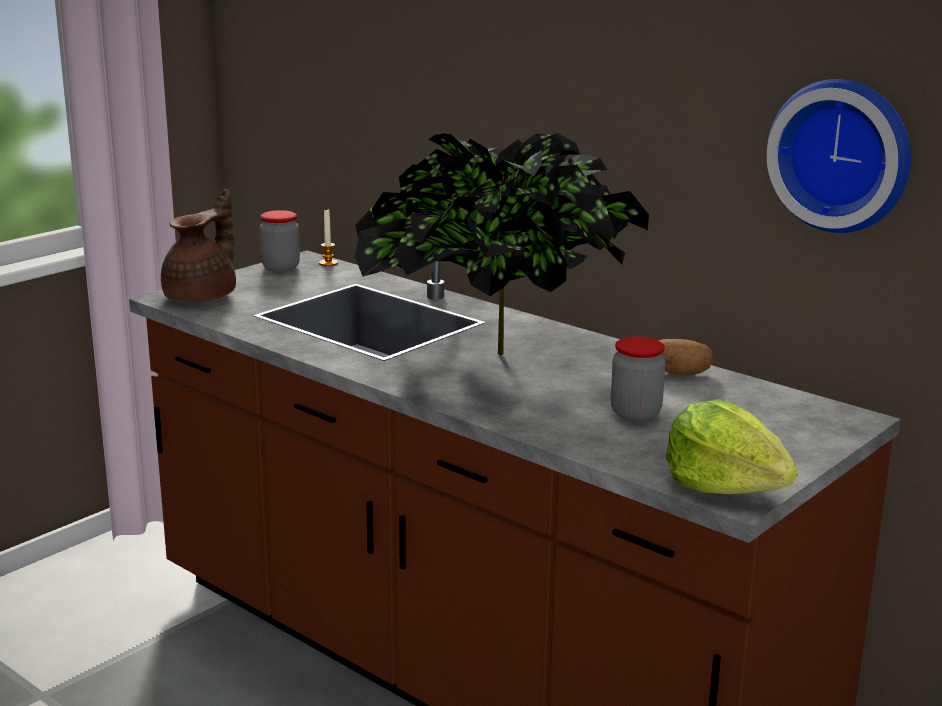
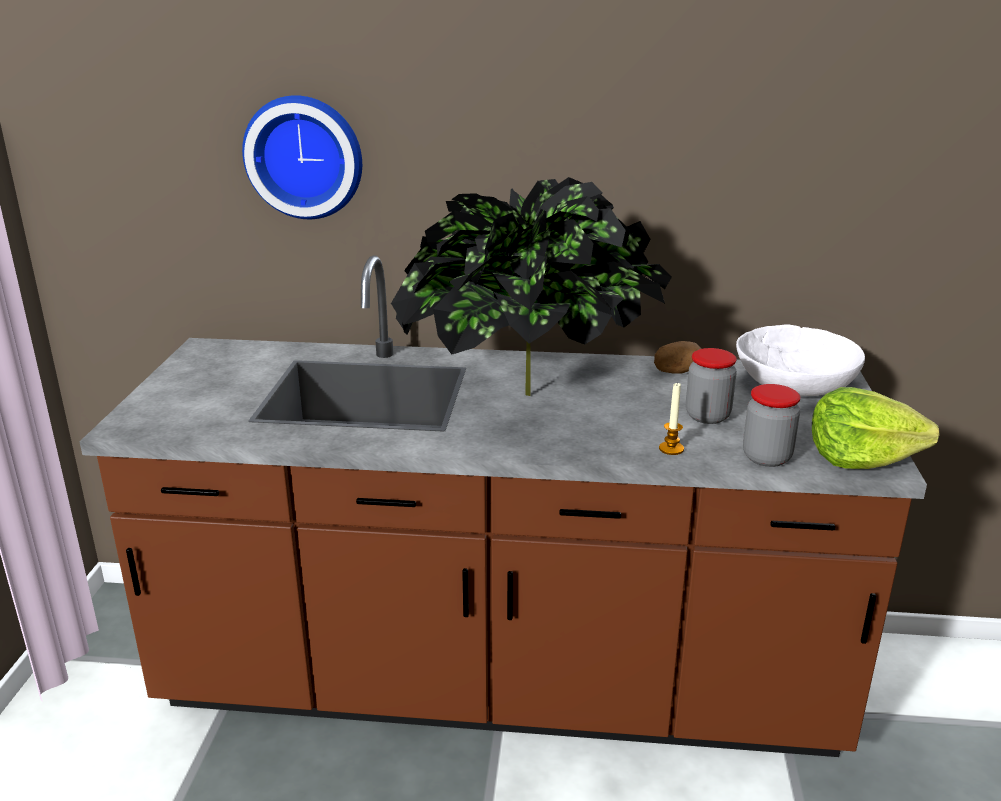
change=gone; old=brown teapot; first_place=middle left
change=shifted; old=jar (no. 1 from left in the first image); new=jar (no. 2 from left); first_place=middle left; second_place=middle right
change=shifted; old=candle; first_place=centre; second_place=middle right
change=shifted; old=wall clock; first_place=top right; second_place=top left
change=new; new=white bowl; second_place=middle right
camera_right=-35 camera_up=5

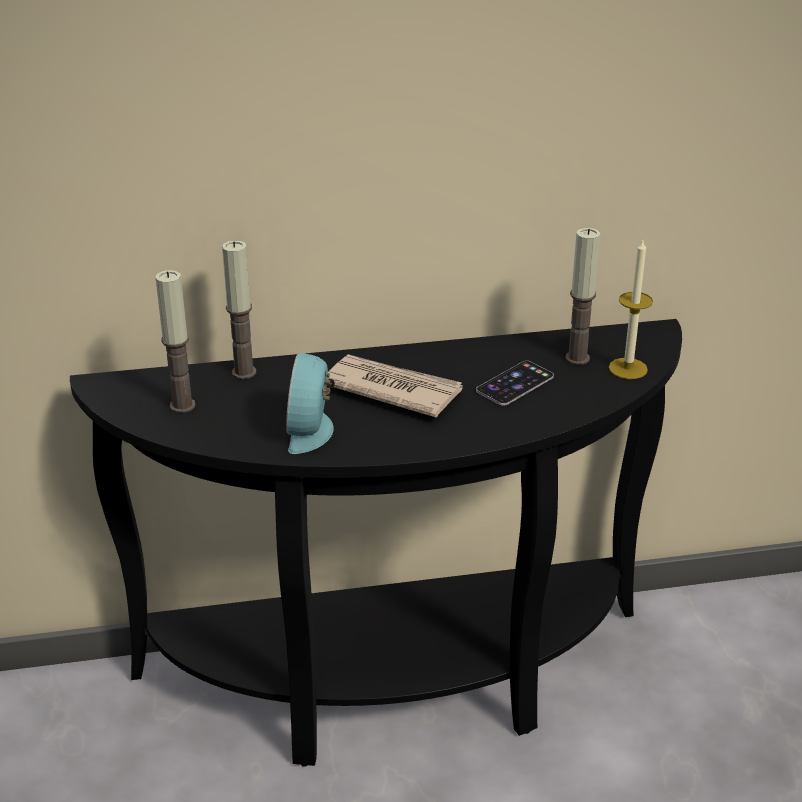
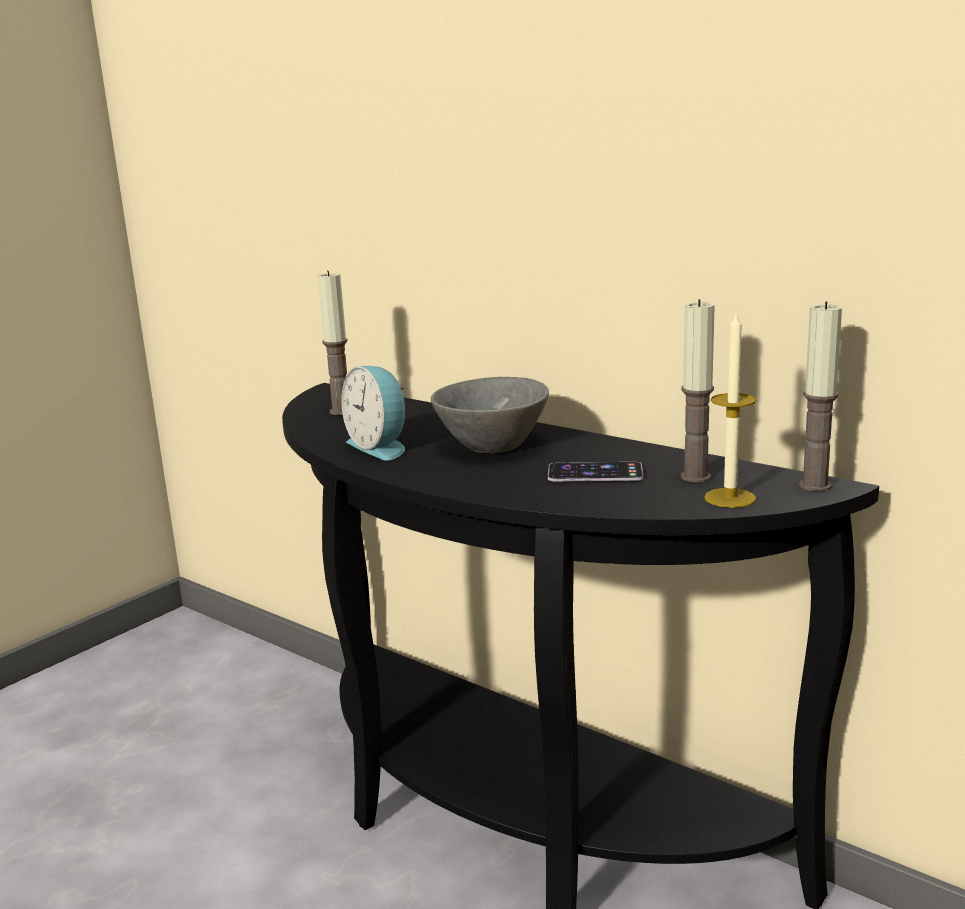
change=shifted; old=candle (no. 2 from left in the first image); new=candle (no. 4 from left); first_place=middle left; second_place=middle right
change=rotated; old=alarm clock; first_place=centre; second_place=centre; degrees=-90
change=swapped; old=newspaper; new=grey bowl; first_place=centre; second_place=centre
camera_right=50 camera_up=-15

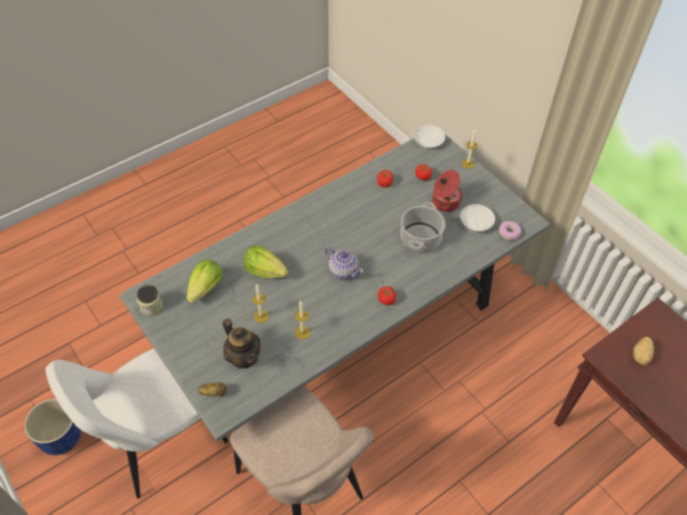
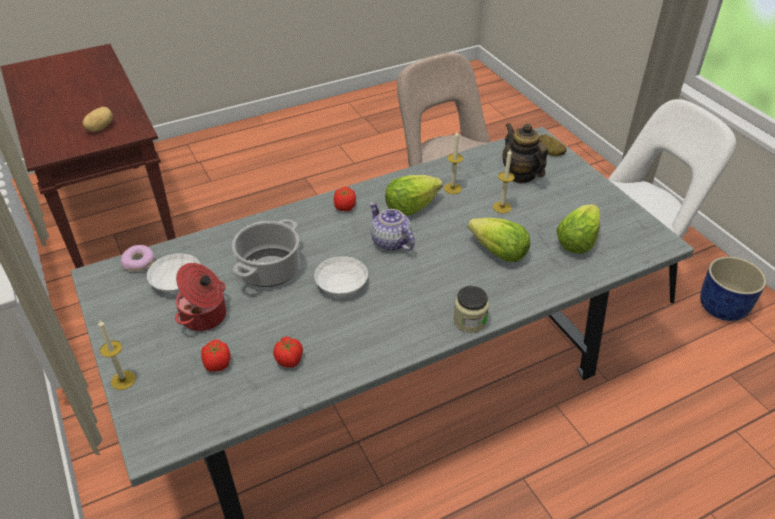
change=shifted; old=jar; first_place=middle left; second_place=centre
change=shifted; old=white bowl (no. 1 from left in the first image); new=white bowl (no. 2 from left); first_place=top centre; second_place=centre
change=new; new=lettuce (no. 1 from left); second_place=centre
camera_right=-170 camera_up=-10

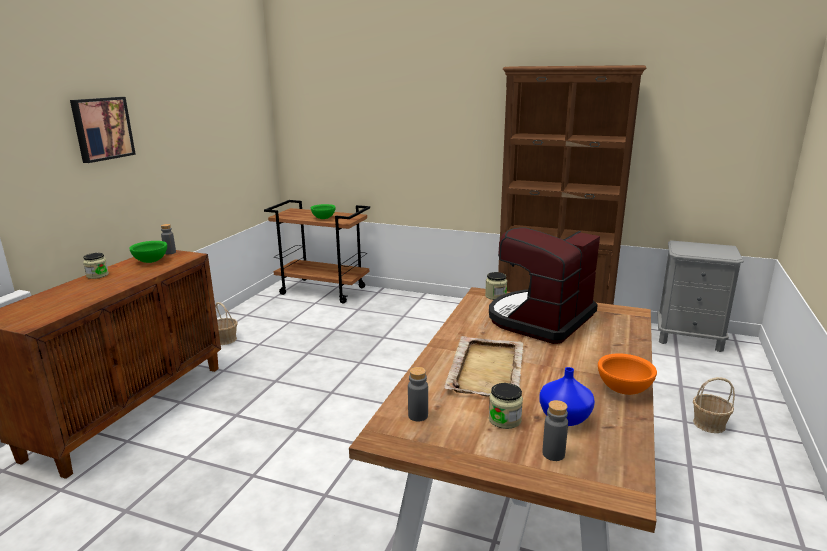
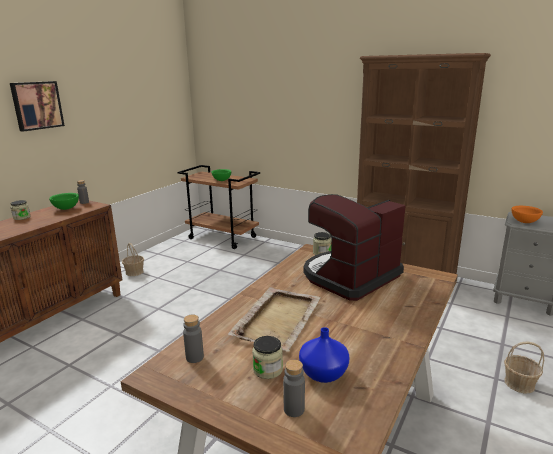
change=shifted; old=orange bowl; first_place=bottom right; second_place=middle right
camera_right=10 camera_up=0

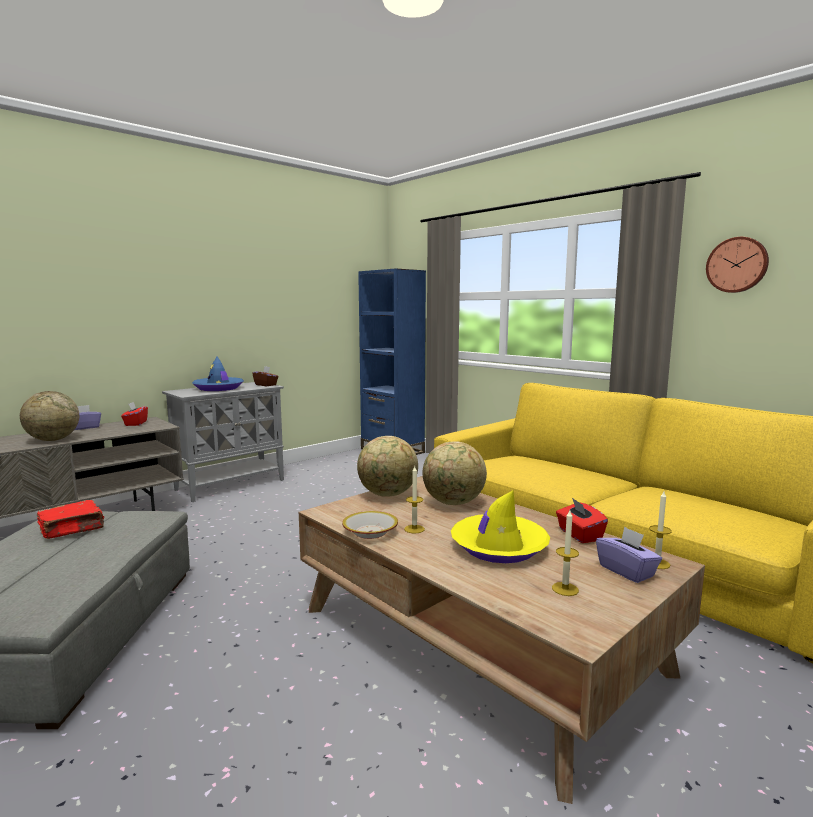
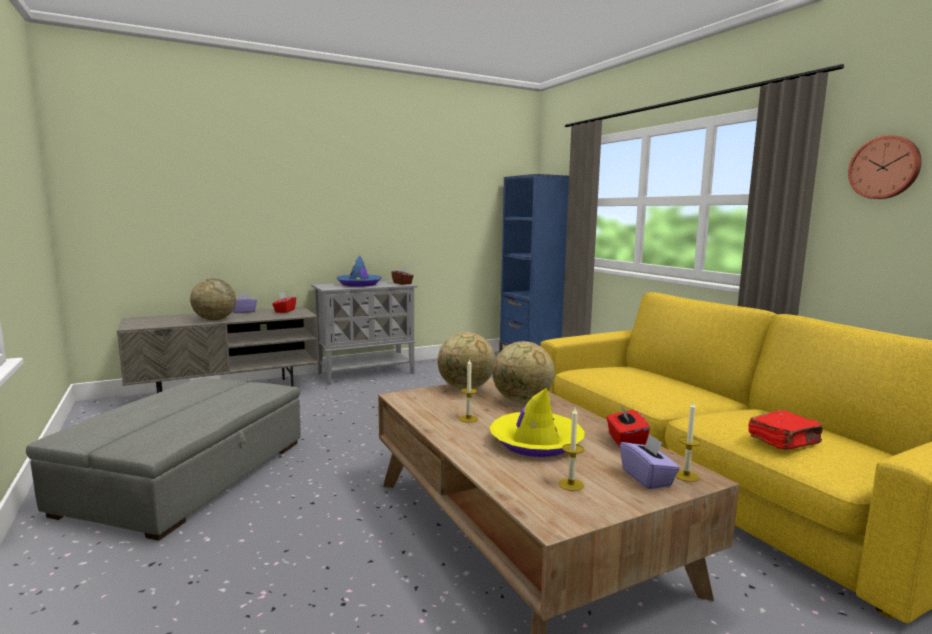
change=shifted; old=red book; first_place=middle left; second_place=bottom right
change=gone; old=bowl; first_place=centre
camera_right=15 camera_up=0

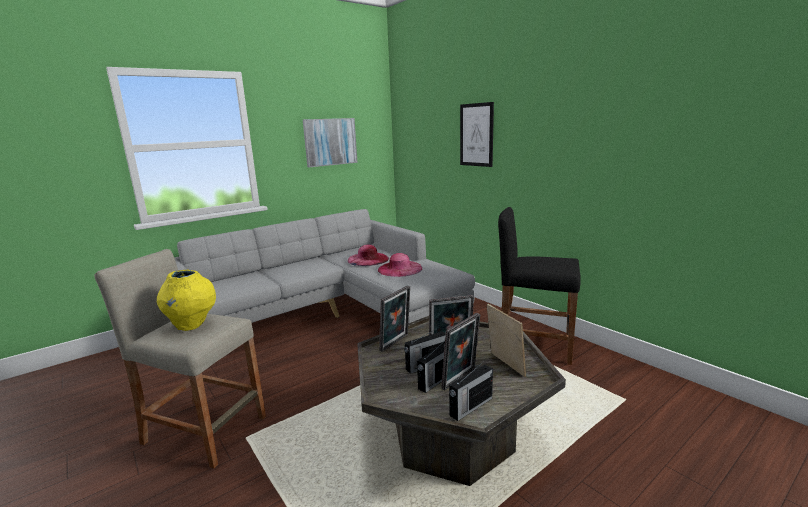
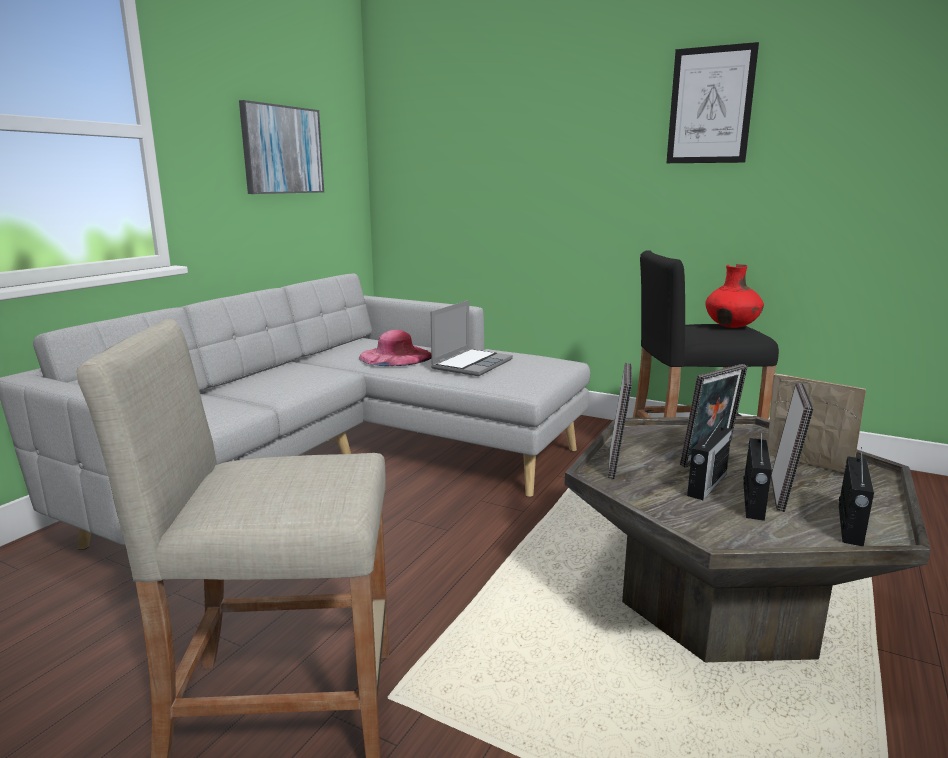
change=gone; old=yellow vase; first_place=middle left
change=swapped; old=pink hat (no. 2 from left); new=laptop; first_place=centre; second_place=centre
change=shifted; old=picture (no. 2 from left); first_place=top centre; second_place=top right
change=new; new=red vase; second_place=middle right
camera_right=-25 camera_up=0

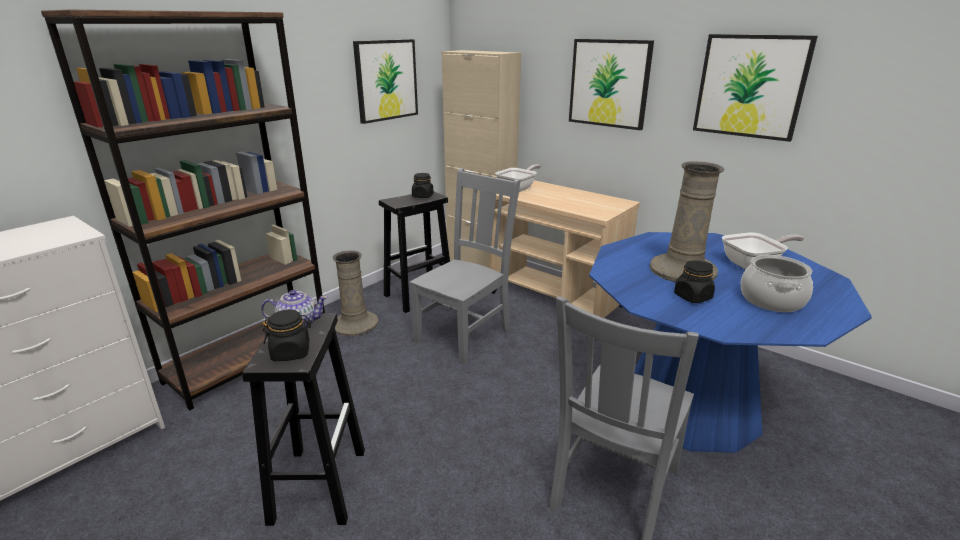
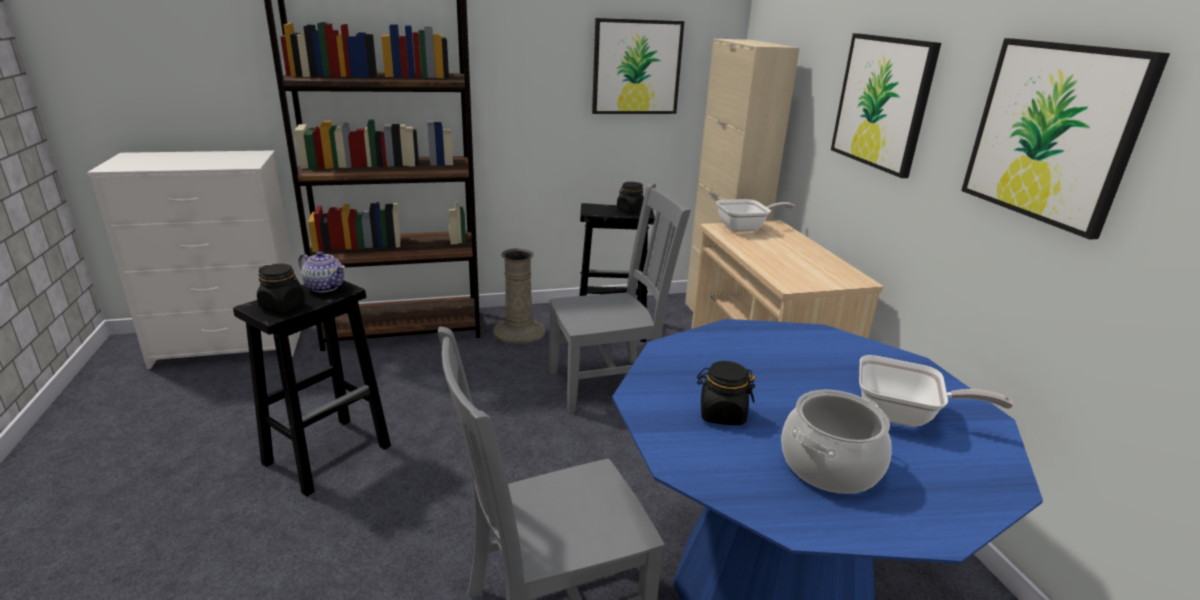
change=gone; old=beige vase (no. 2 from left); first_place=middle right
camera_right=35 camera_up=0

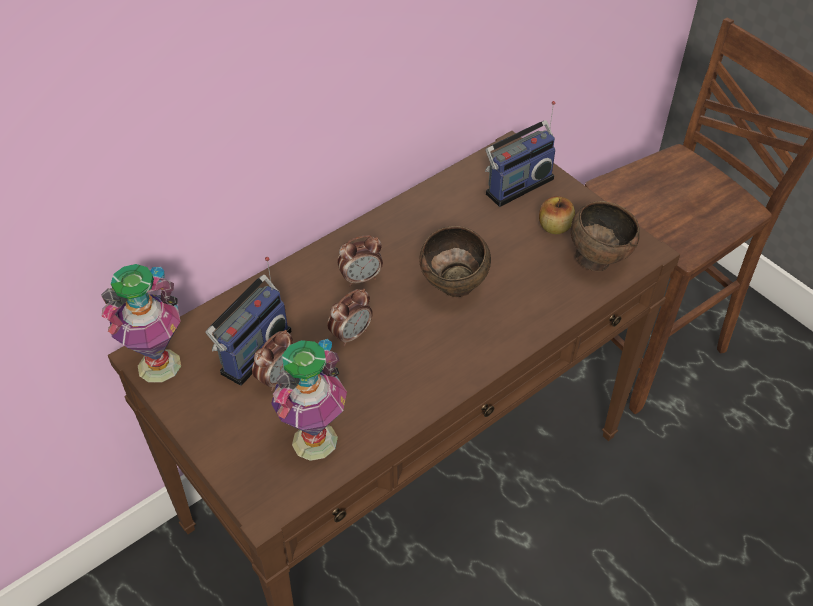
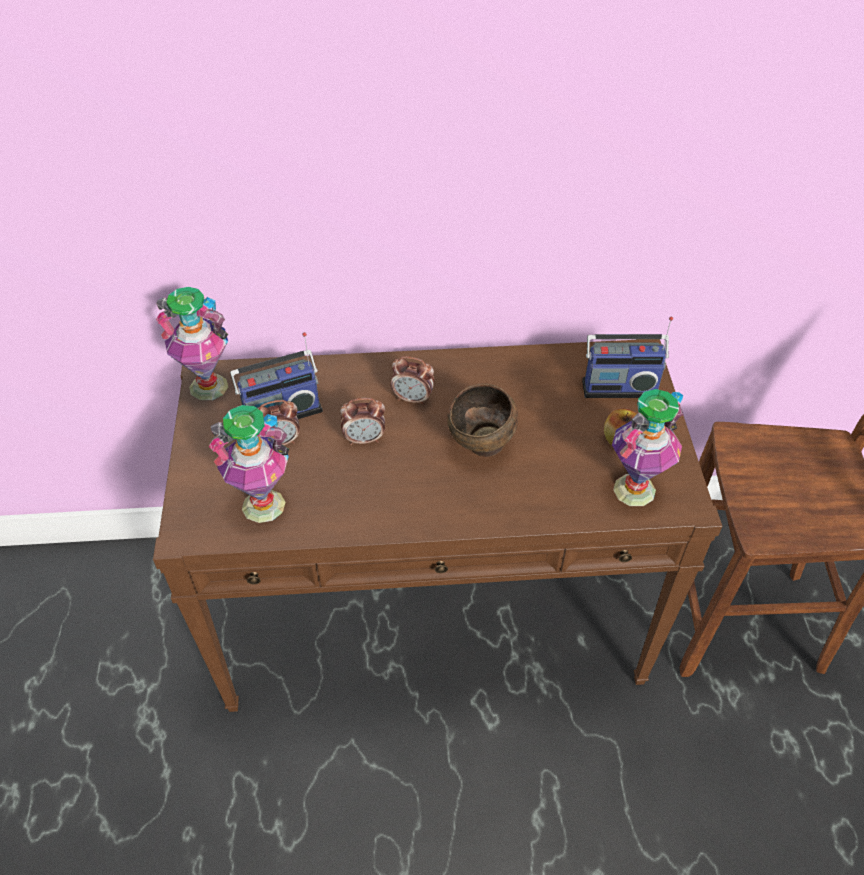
change=swapped; old=brown bowl (no. 2 from left); new=vase (no. 3 from left); first_place=middle right; second_place=middle right
camera_right=35 camera_up=0

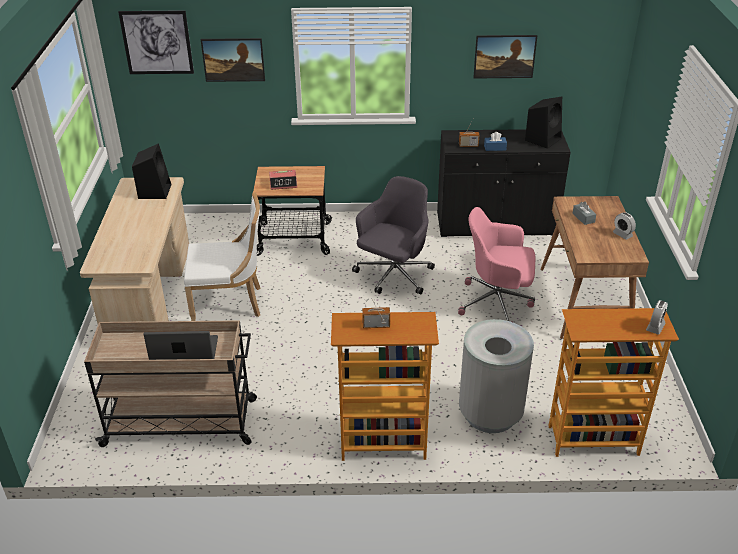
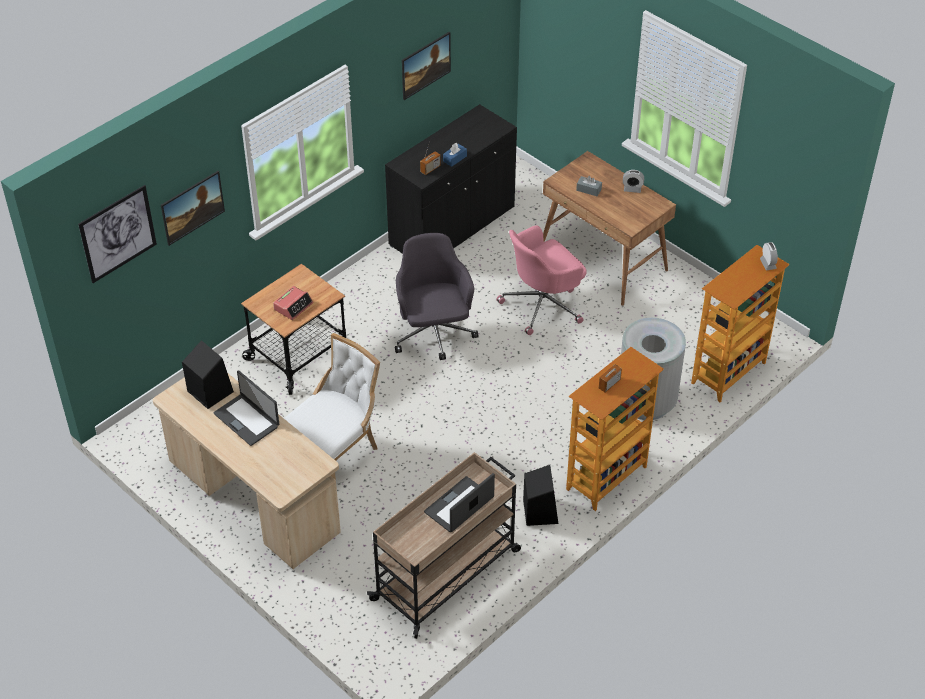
change=shifted; old=black speaker (no. 2 from left); first_place=top right; second_place=bottom centre
change=new; new=laptop (no. 1 from left); second_place=middle left
camera_right=-45 camera_up=10

